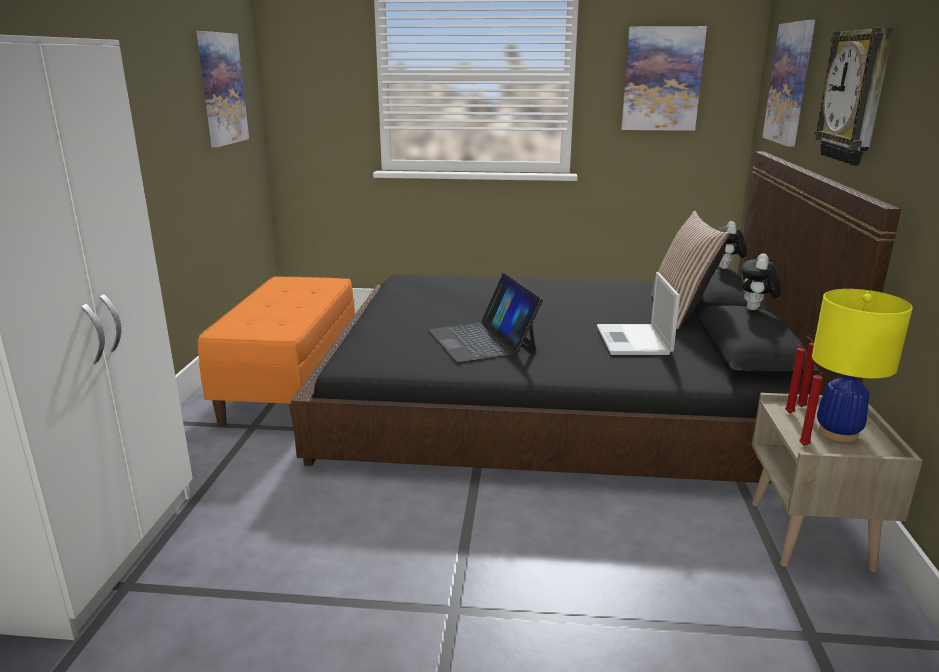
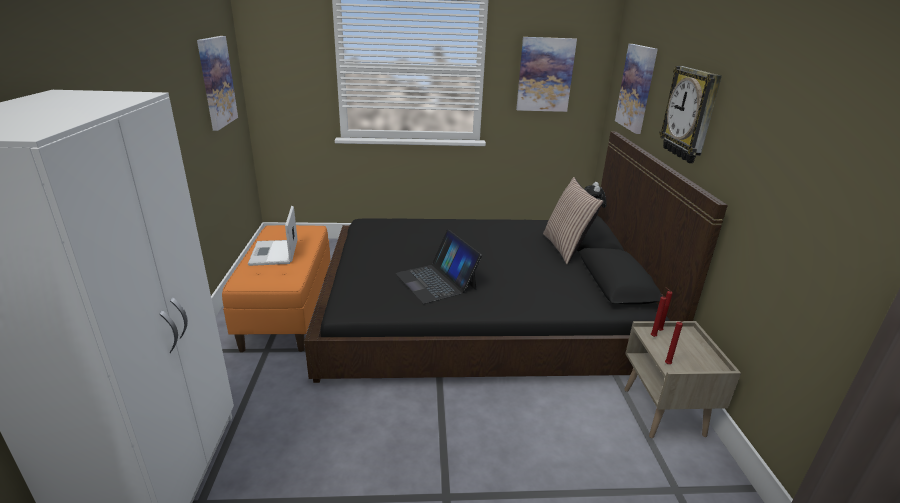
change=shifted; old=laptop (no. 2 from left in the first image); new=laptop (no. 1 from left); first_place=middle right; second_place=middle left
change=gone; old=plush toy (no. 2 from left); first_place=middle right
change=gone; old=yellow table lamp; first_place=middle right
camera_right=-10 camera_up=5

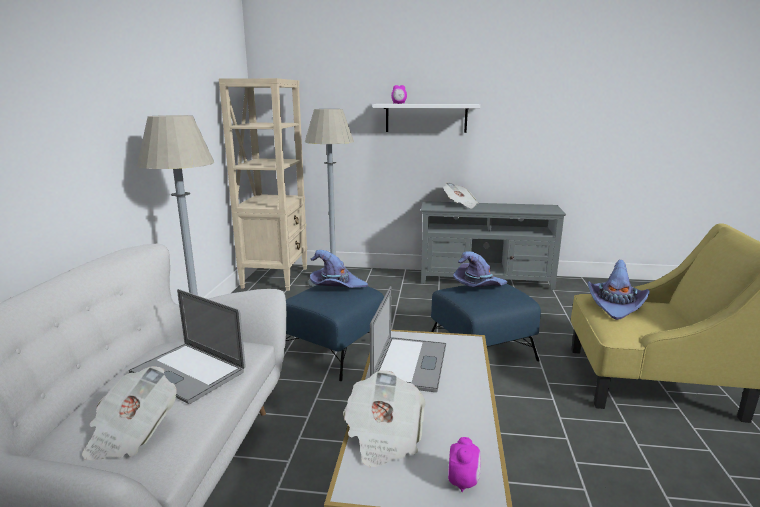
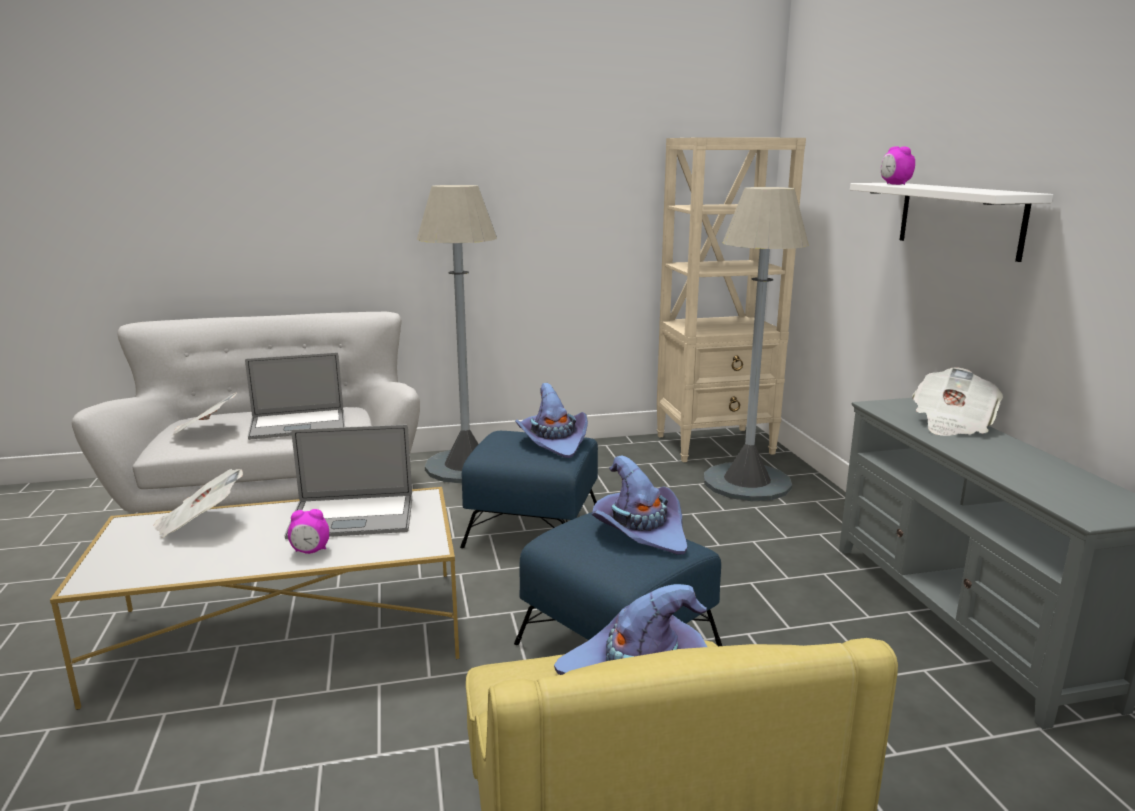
change=rotated; old=laptop (no. 1 from left); first_place=bottom left; second_place=middle left; degrees=-120
change=shifted; old=alarm clock (no. 2 from left in the first image); new=alarm clock (no. 1 from left); first_place=bottom centre; second_place=middle left
camera_right=70 camera_up=0

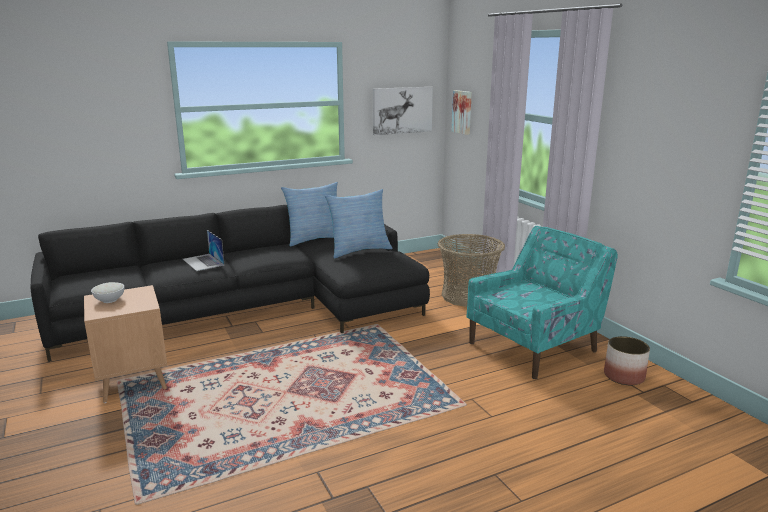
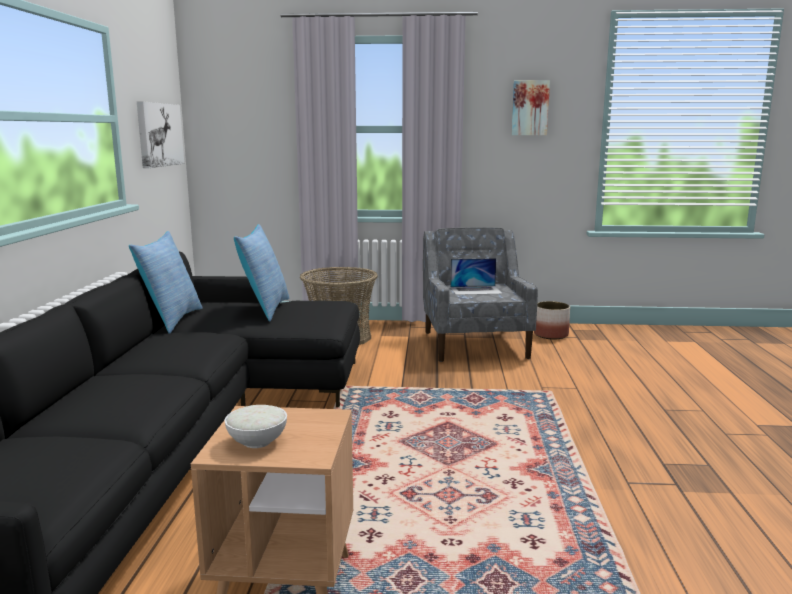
change=shifted; old=laptop; first_place=middle left; second_place=centre
change=shifted; old=picture (no. 2 from left); first_place=top centre; second_place=top right
change=repainted; old=turquoise armchair; new=grey armchair; first_place=middle right; second_place=centre
camera_right=-60 camera_up=-5

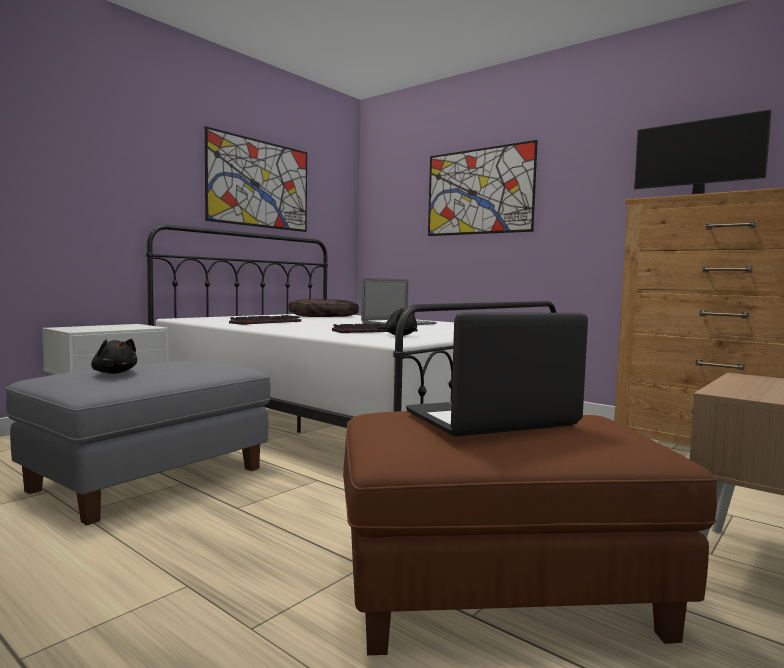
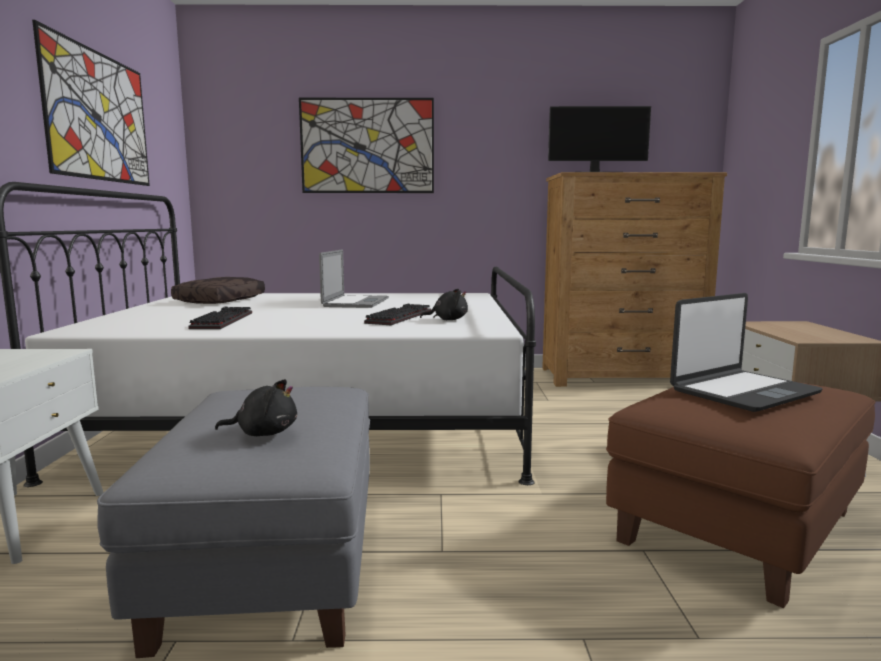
change=rotated; old=laptop (no. 2 from left); first_place=centre; second_place=middle right; degrees=-150
camera_right=-40 camera_up=5

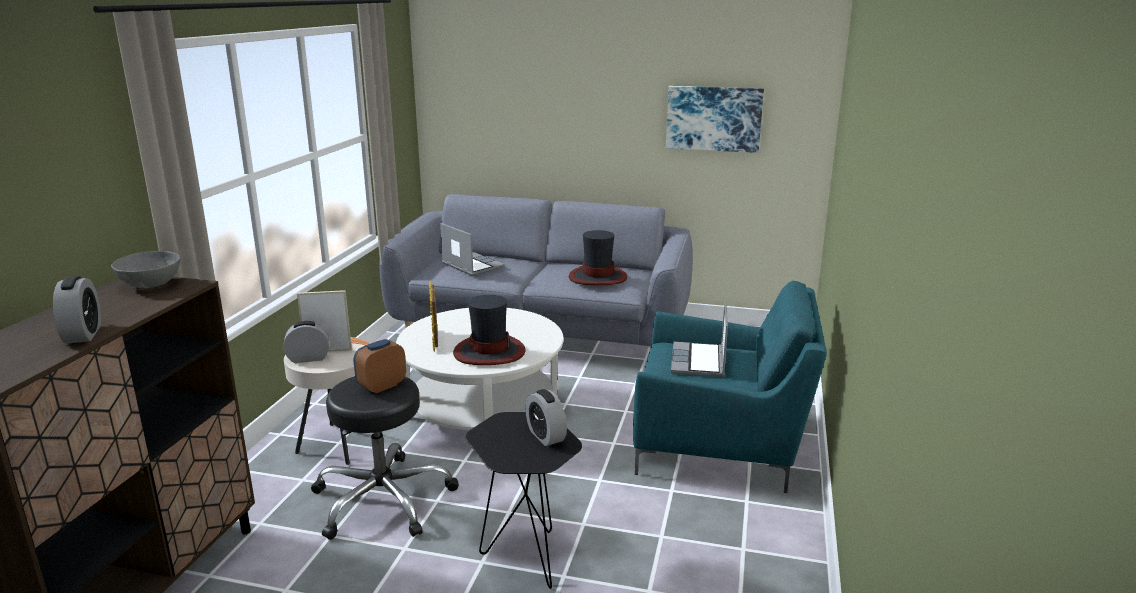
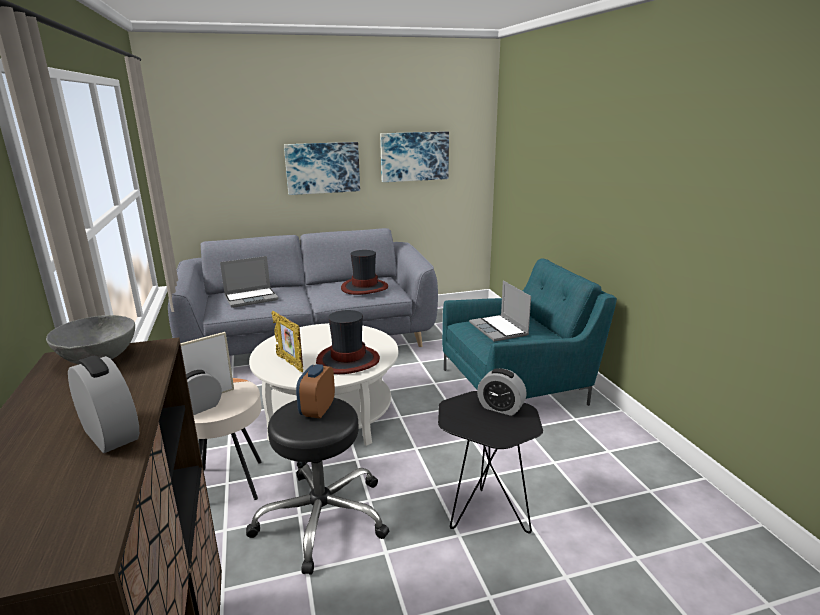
change=rotated; old=laptop (no. 1 from left); first_place=centre; second_place=middle left; degrees=135
change=new; new=picture (no. 1 from left); second_place=top centre
camera_right=-30 camera_up=0

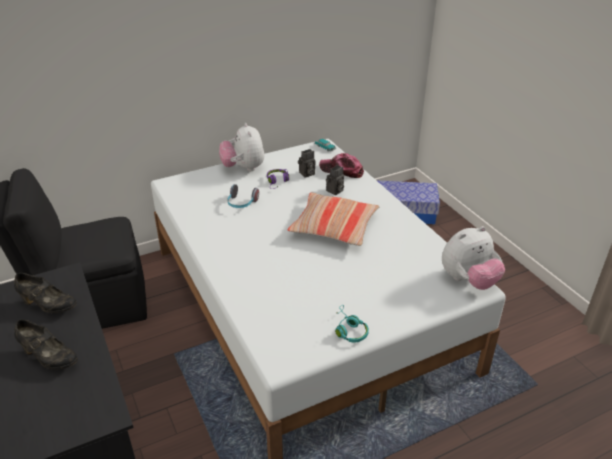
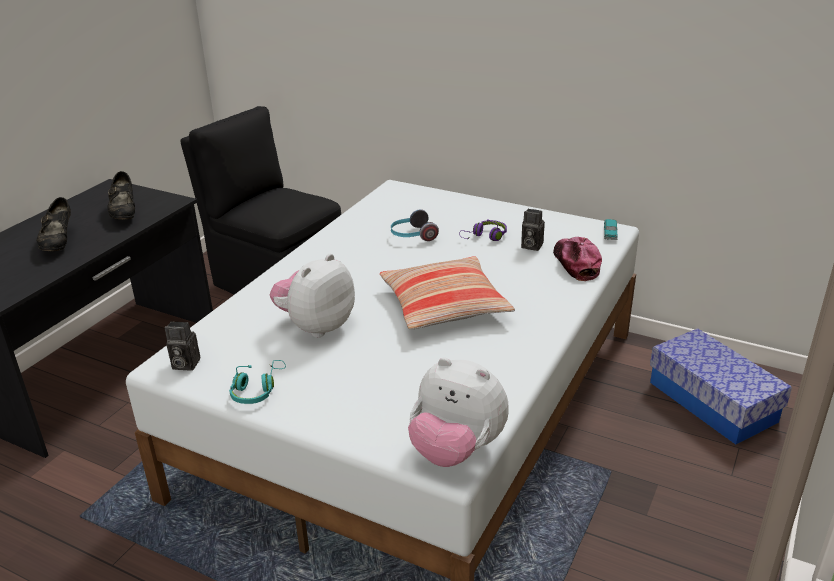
change=shifted; old=plush toy (no. 1 from left); first_place=top centre; second_place=centre
change=shifted; old=photo camera (no. 2 from left in the first image); new=photo camera (no. 1 from left); first_place=centre; second_place=middle left
camera_right=55 camera_up=-5

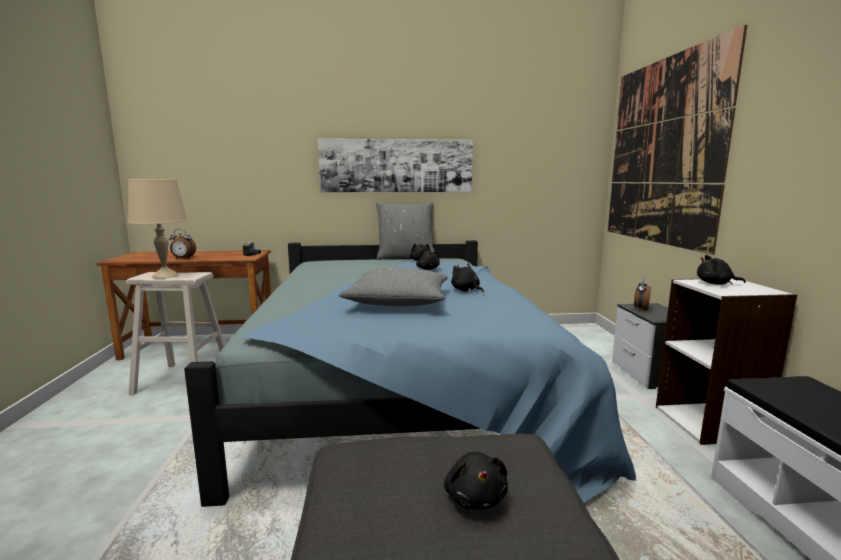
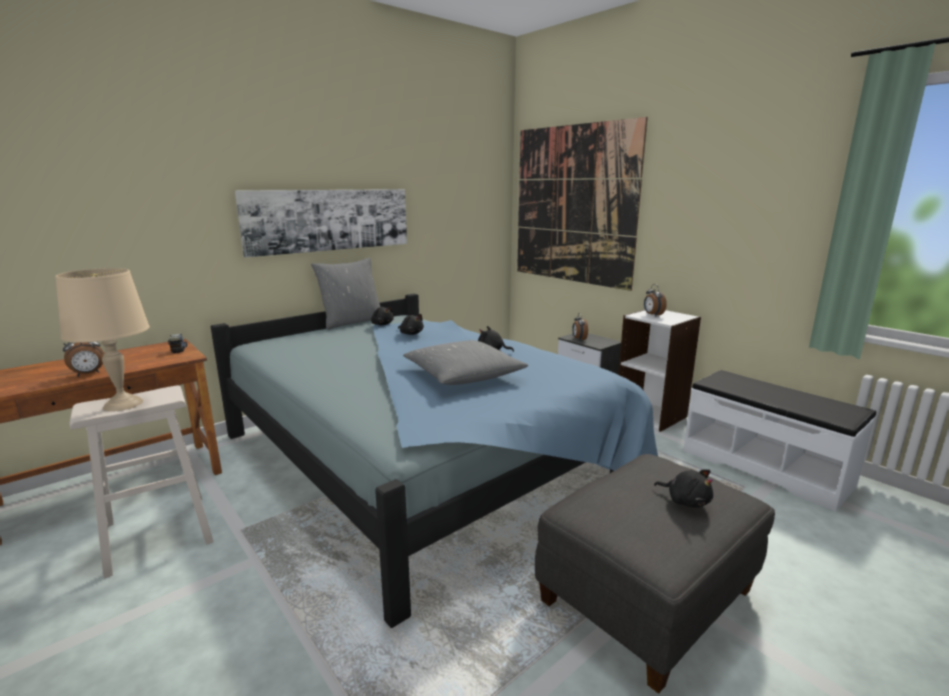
change=swapped; old=black plush toy (no. 5 from left); new=alarm clock (no. 3 from left); first_place=middle right; second_place=middle right
camera_right=-35 camera_up=5

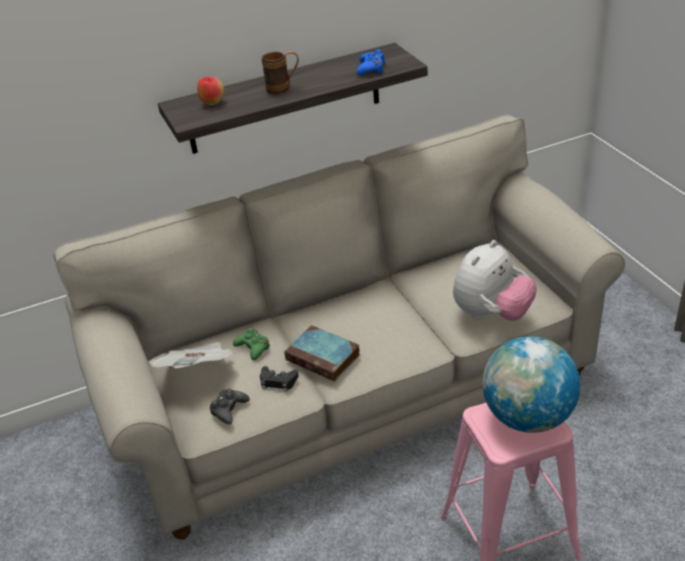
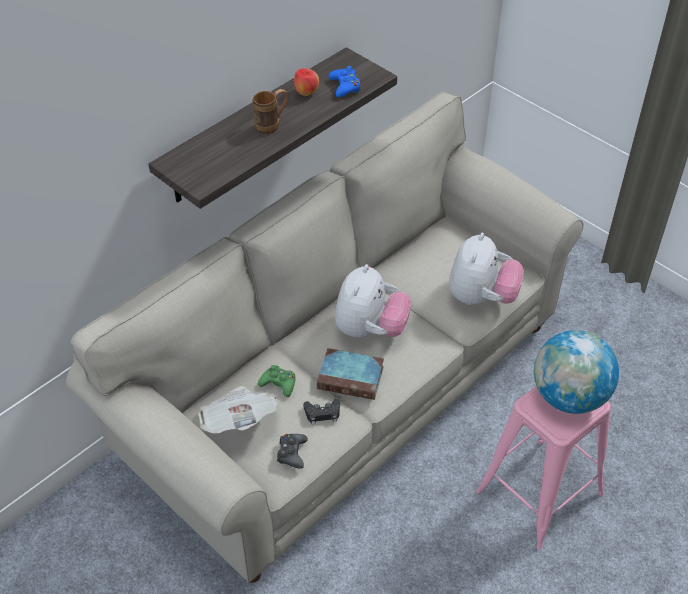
change=shifted; old=apple; first_place=top left; second_place=top centre
change=new; new=plush toy (no. 1 from left); second_place=centre
camera_right=-25 camera_up=10

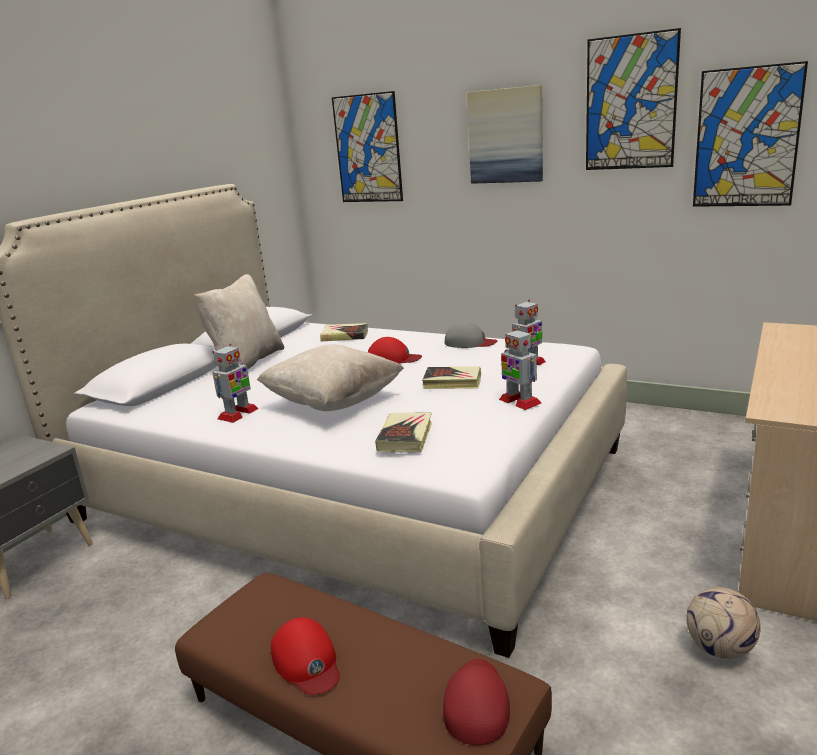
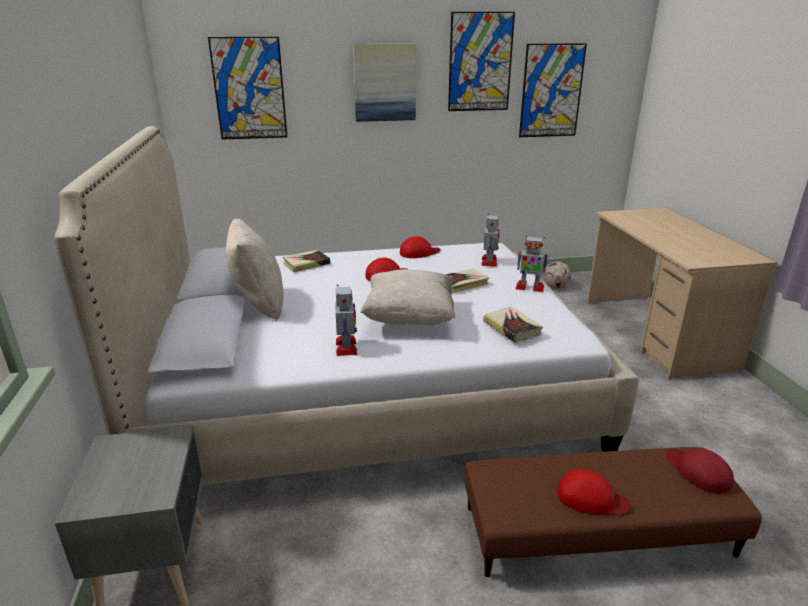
change=repainted; old=grey cap; new=red cap (no. 2 from left); first_place=centre; second_place=centre
change=shifted; old=football; first_place=bottom right; second_place=middle right
camera_right=-40 camera_up=5

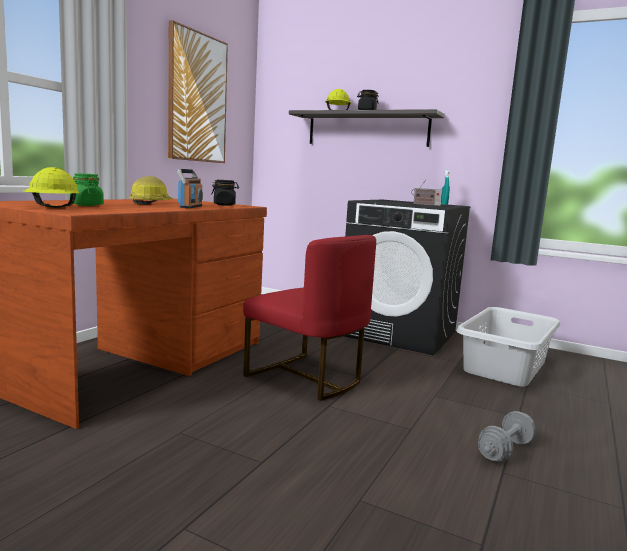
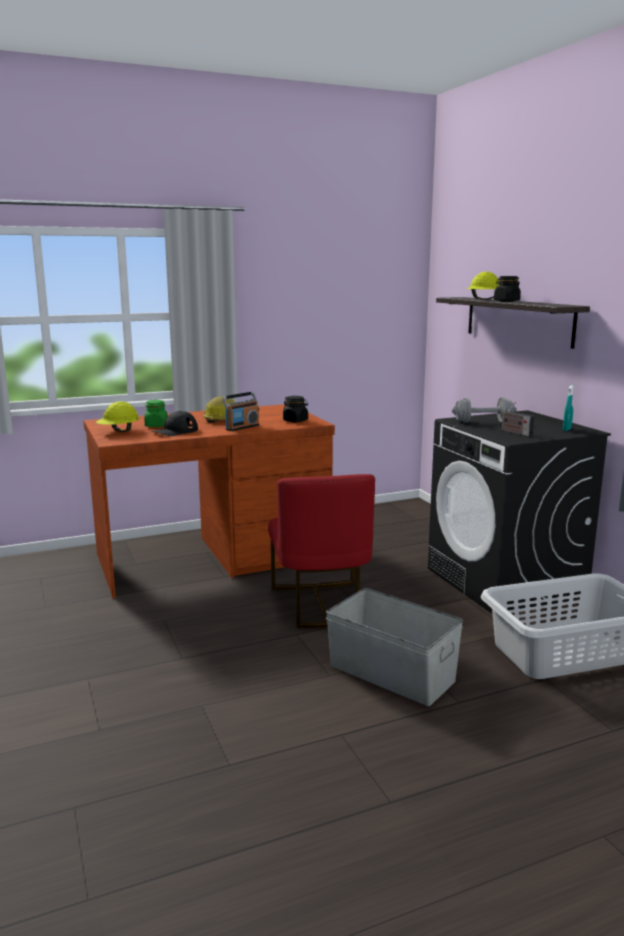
change=gone; old=picture; first_place=top left
change=shifted; old=grey dumbbell; first_place=bottom right; second_place=middle right
change=new; new=black cap; second_place=middle left
change=new; new=grey storage box; second_place=bottom centre
camera_right=40 camera_up=5

